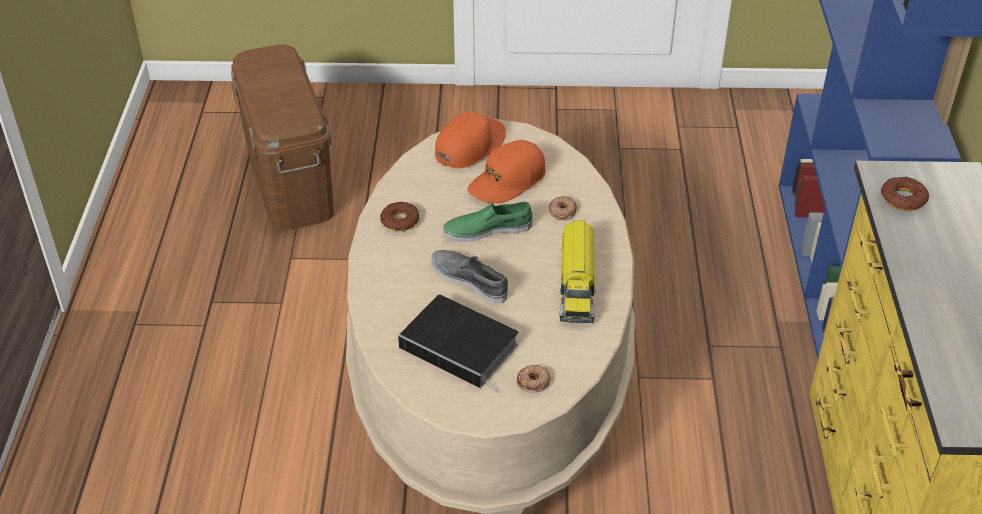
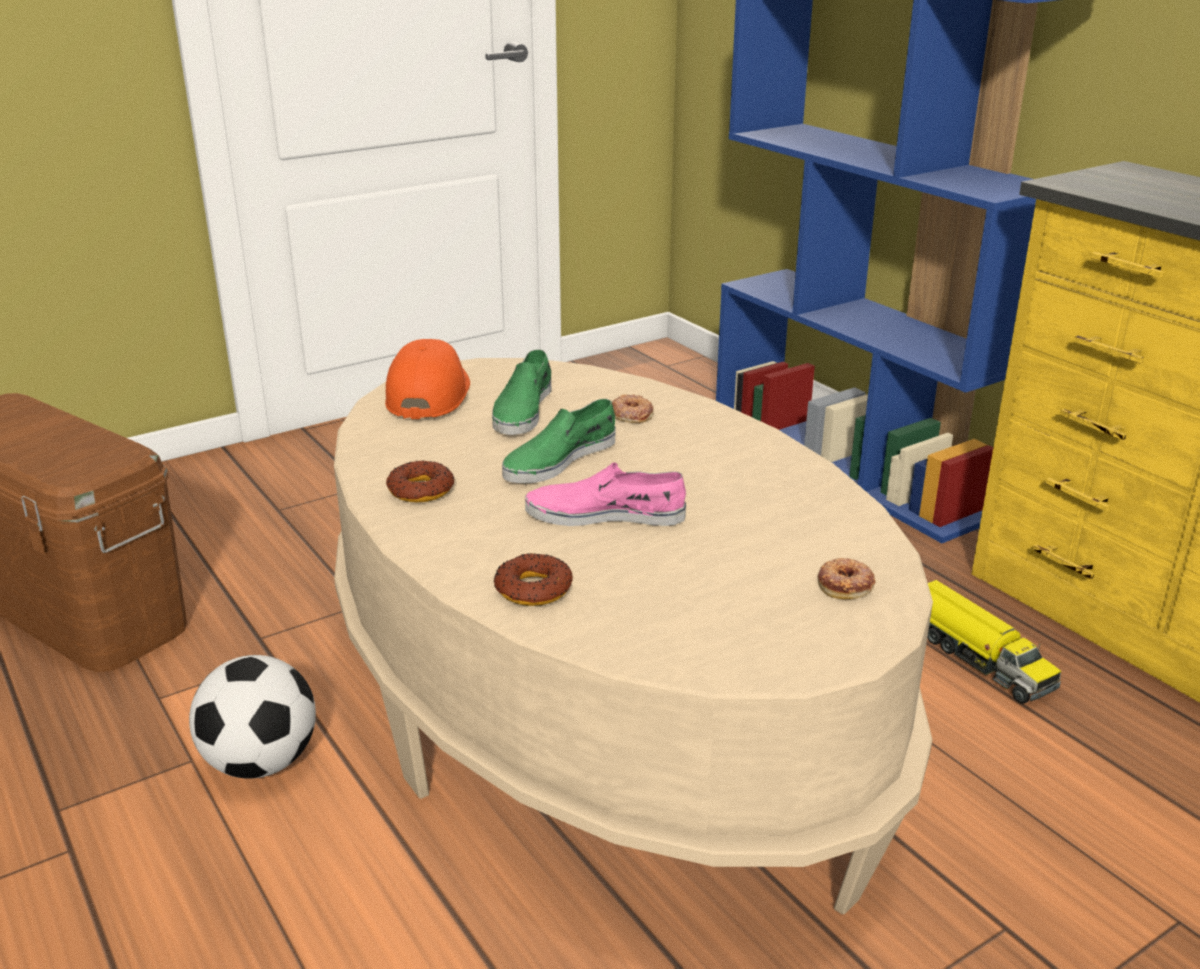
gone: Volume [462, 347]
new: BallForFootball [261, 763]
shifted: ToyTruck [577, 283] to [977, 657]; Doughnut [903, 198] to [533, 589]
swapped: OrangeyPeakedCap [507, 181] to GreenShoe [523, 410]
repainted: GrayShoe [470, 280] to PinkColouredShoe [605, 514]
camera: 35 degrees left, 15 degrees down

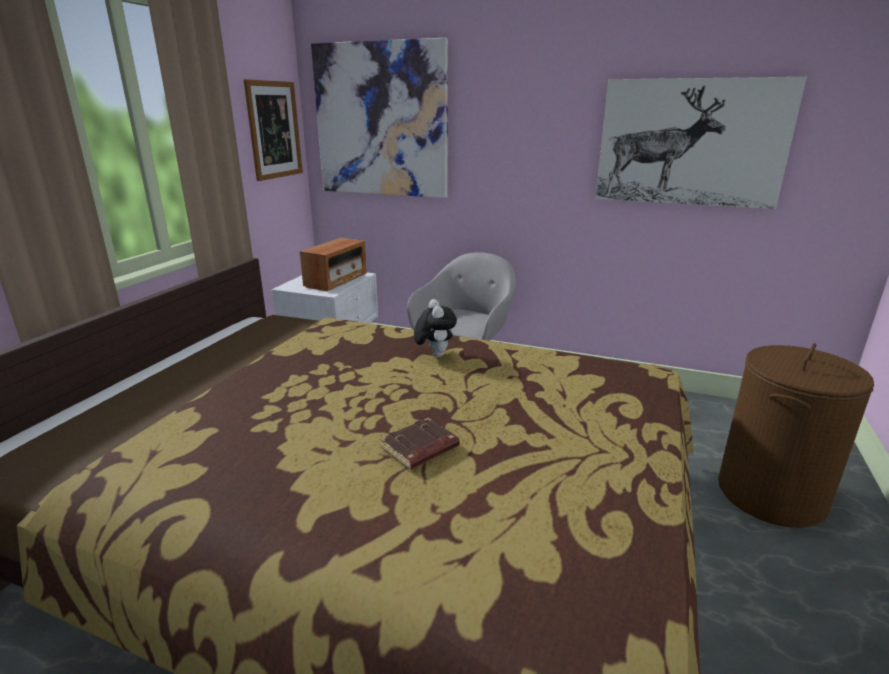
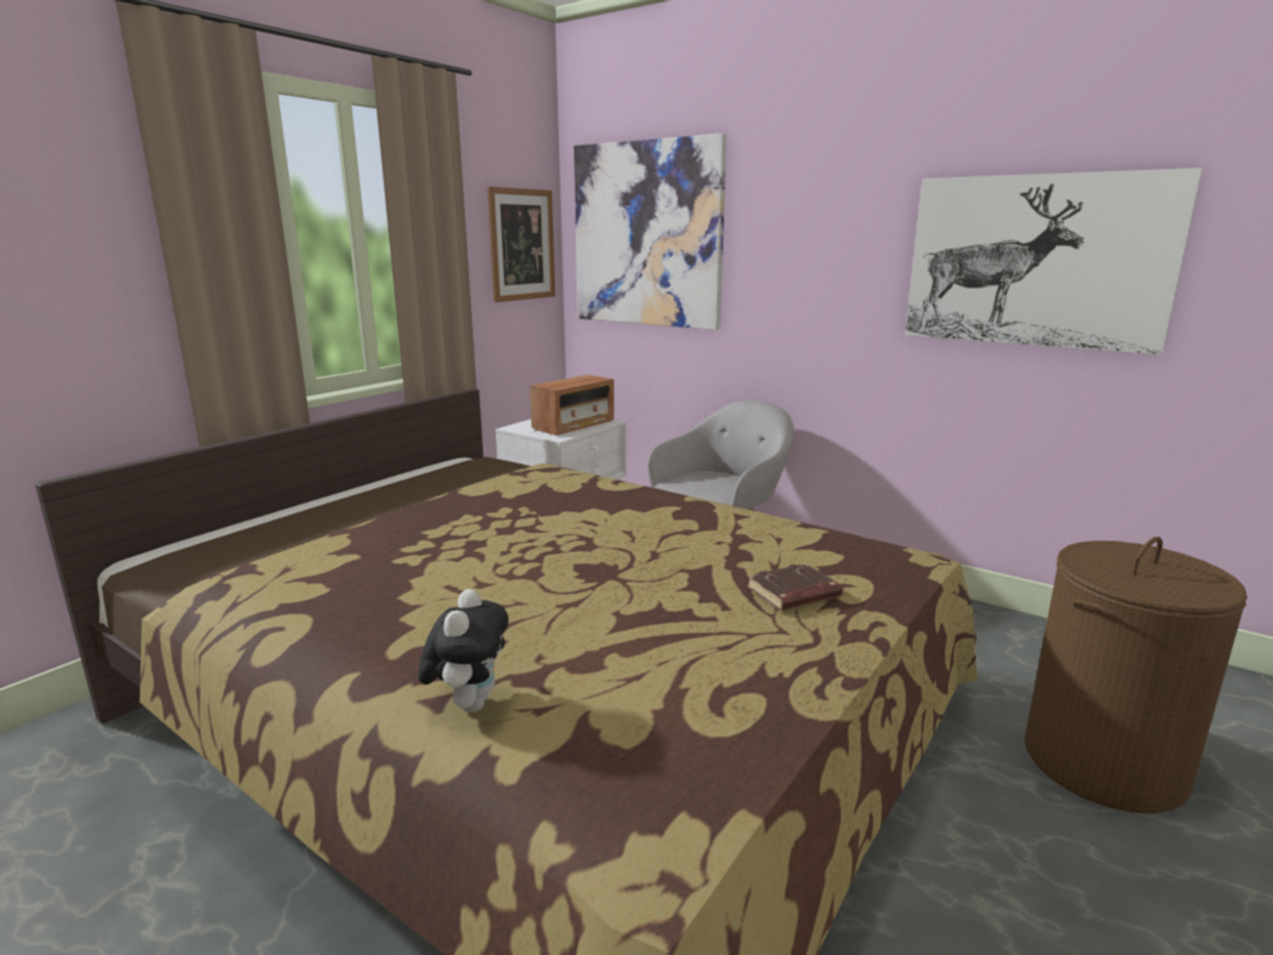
shifted: BrownishVolume [420, 449] to [793, 594]; SoftToy [434, 354] to [469, 703]
camera: 15 degrees right, 5 degrees down

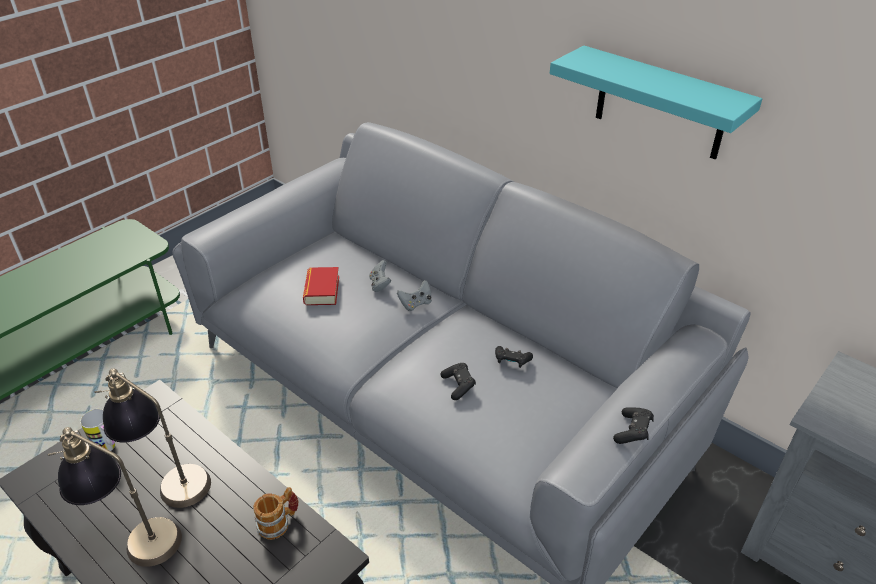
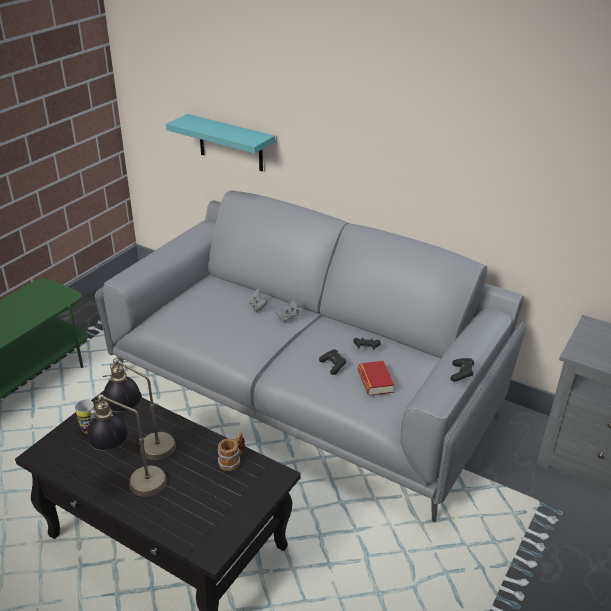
shifted: Volume [322, 290] to [375, 381]; TurquoiseColouredShelf [660, 104] to [230, 143]
camera: 10 degrees left, 5 degrees down

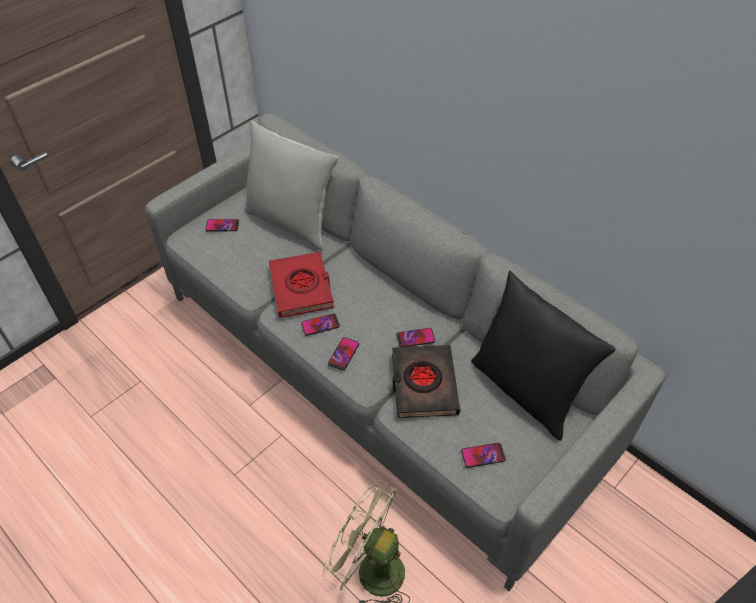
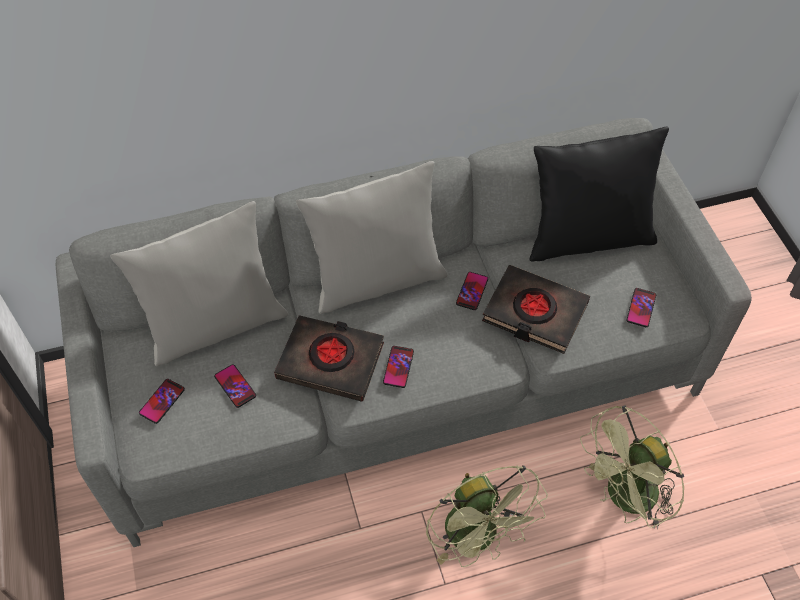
new: GrayPillow [377, 280]; GreenCoolingFan [478, 537]
shifted: Phone [343, 354] to [235, 386]
repainted: RedVolume [301, 288] to BlackColouredVolume [331, 361]
camera: 60 degrees left, 5 degrees up

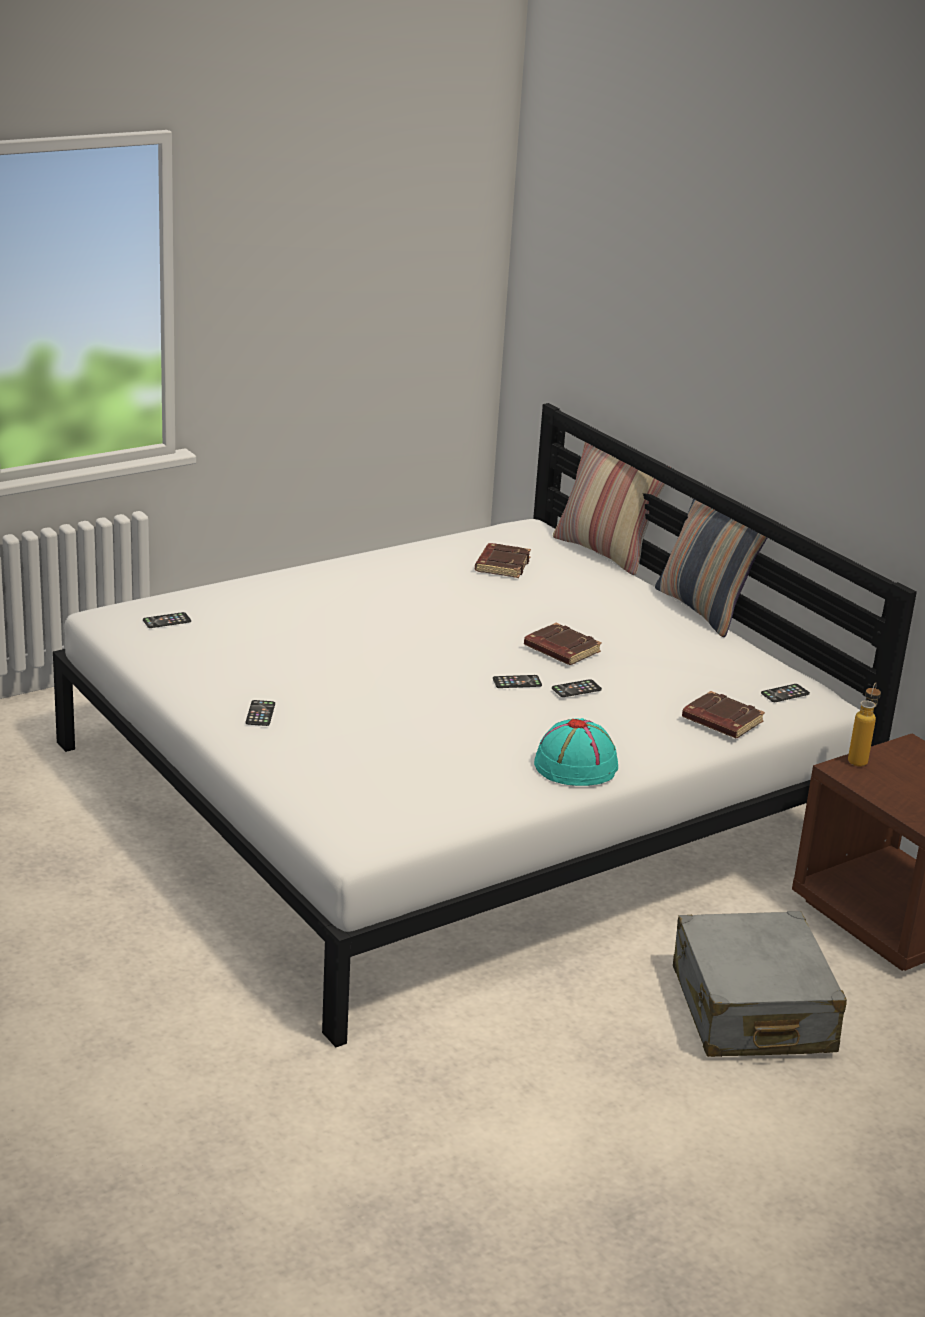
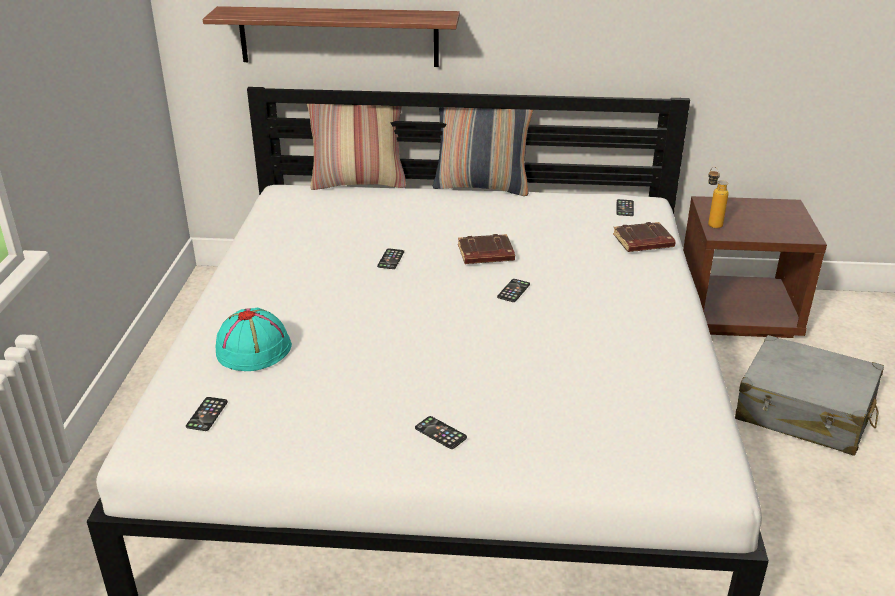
gone: BrownishVolume [501, 565]
new: Shelf [338, 36]
shifted: TurquoiseColouredHat [576, 766] to [254, 349]; Phone [576, 689] to [391, 259]
camera: 50 degrees left, 5 degrees up

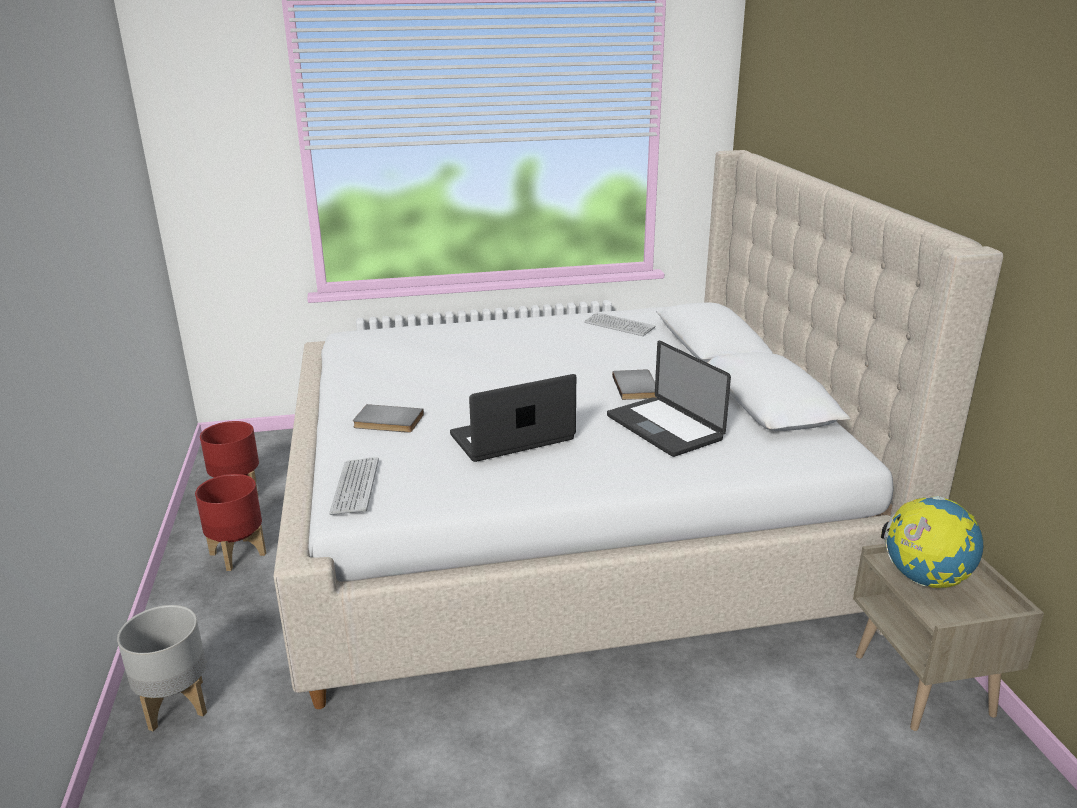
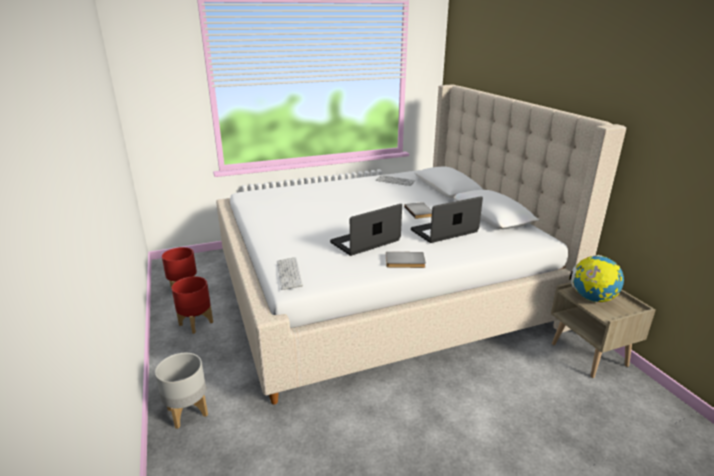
shifted: GrayVolume [387, 422] to [405, 262]
rotated: Laptop [664, 428] = [444, 231] 105 degrees clockwise
camera: 10 degrees left, 0 degrees up

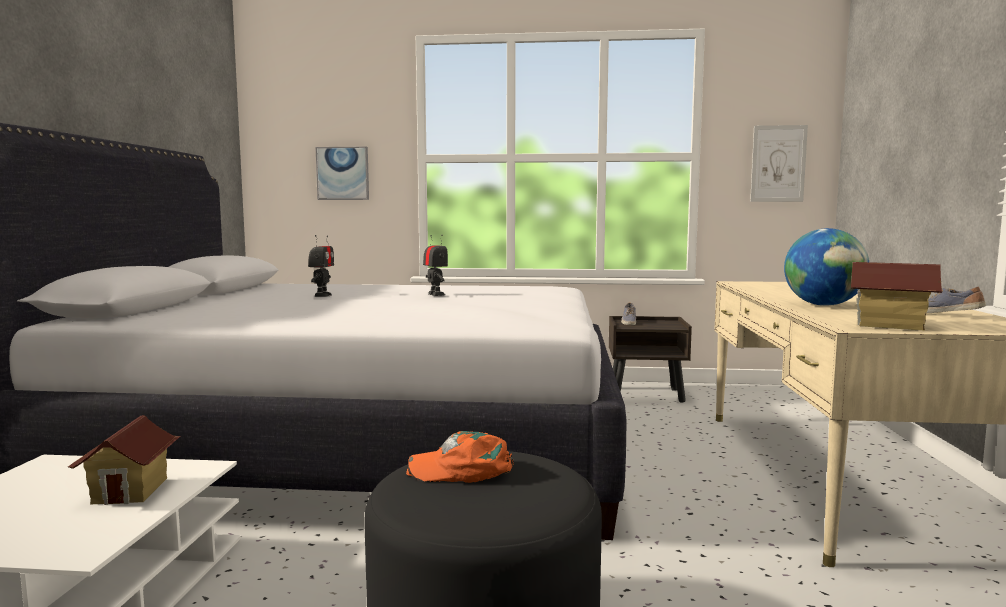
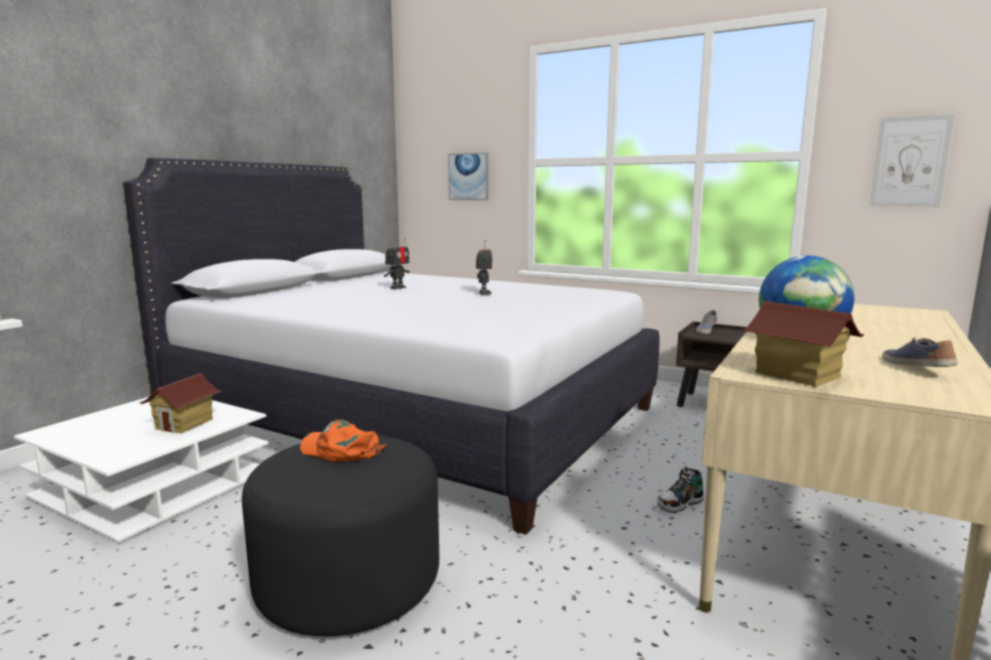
new: Shoe [680, 504]
camera: 25 degrees right, 5 degrees up

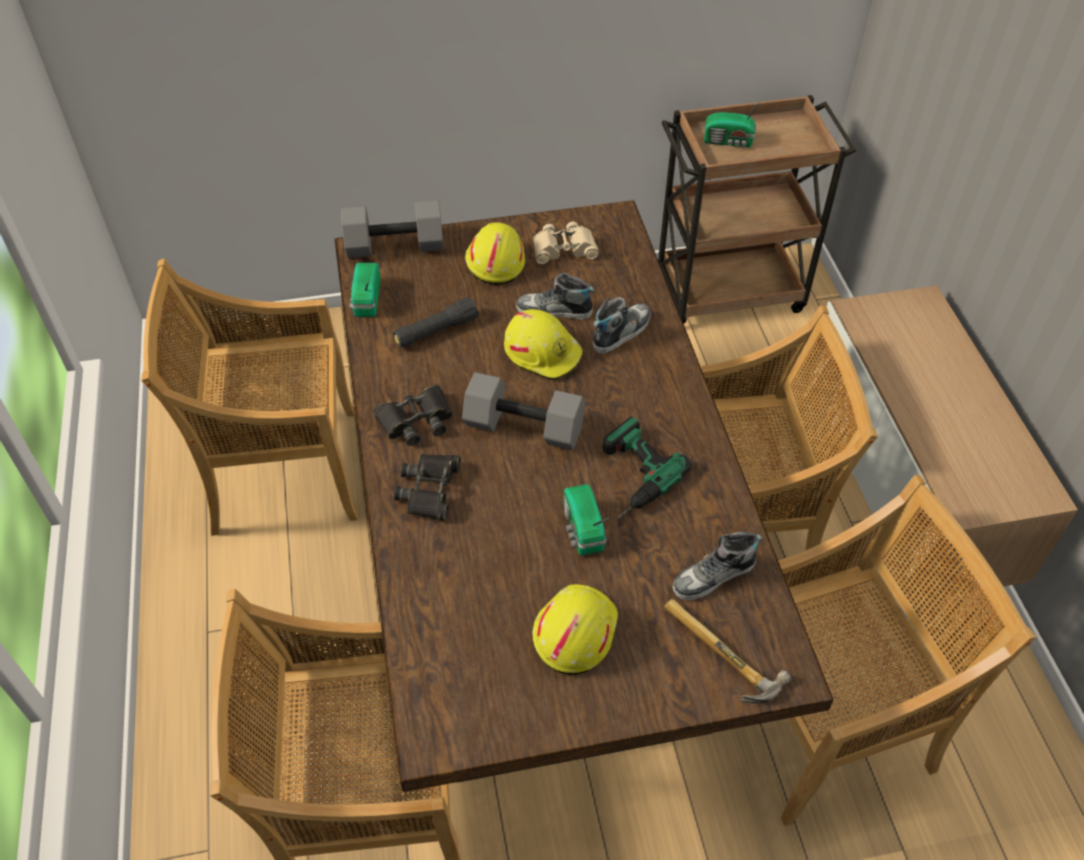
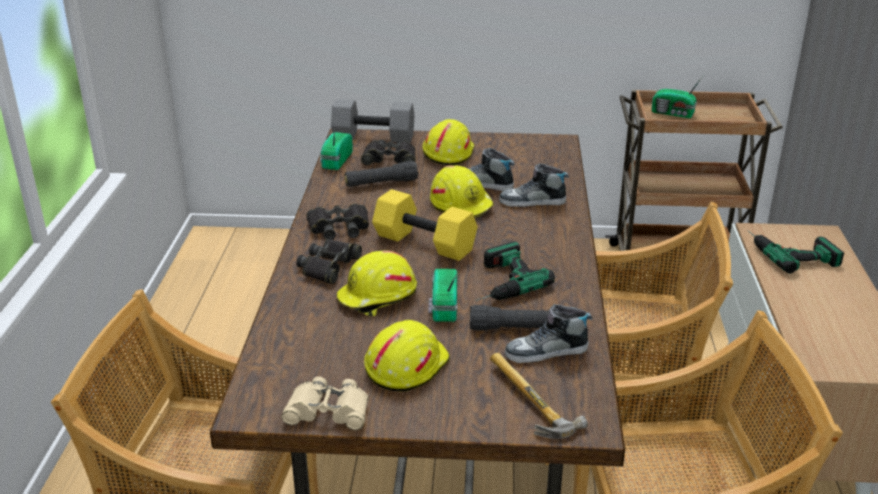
gone: SandColouredUprightChair [281, 470]
new: YellowColouredHardHat [377, 297]; BlackColouredPairOfBinoculars [389, 158]; BlackColouredFlashlight [515, 329]; PowerDrill [789, 252]
shifted: SandColouredPairOfBinoculars [564, 249] to [328, 411]
repainted: GrayDumbbell [522, 428] to YellowColouredDumbbell [423, 243]
rotated: Shoe [621, 332] = [532, 202] 150 degrees counterclockwise
camera: 15 degrees right, 20 degrees down

